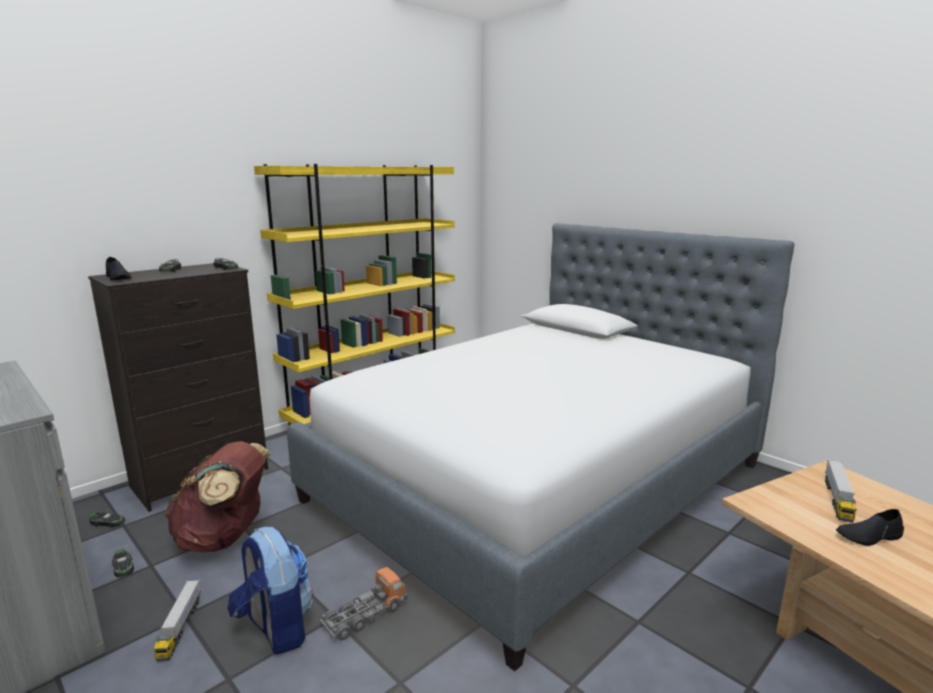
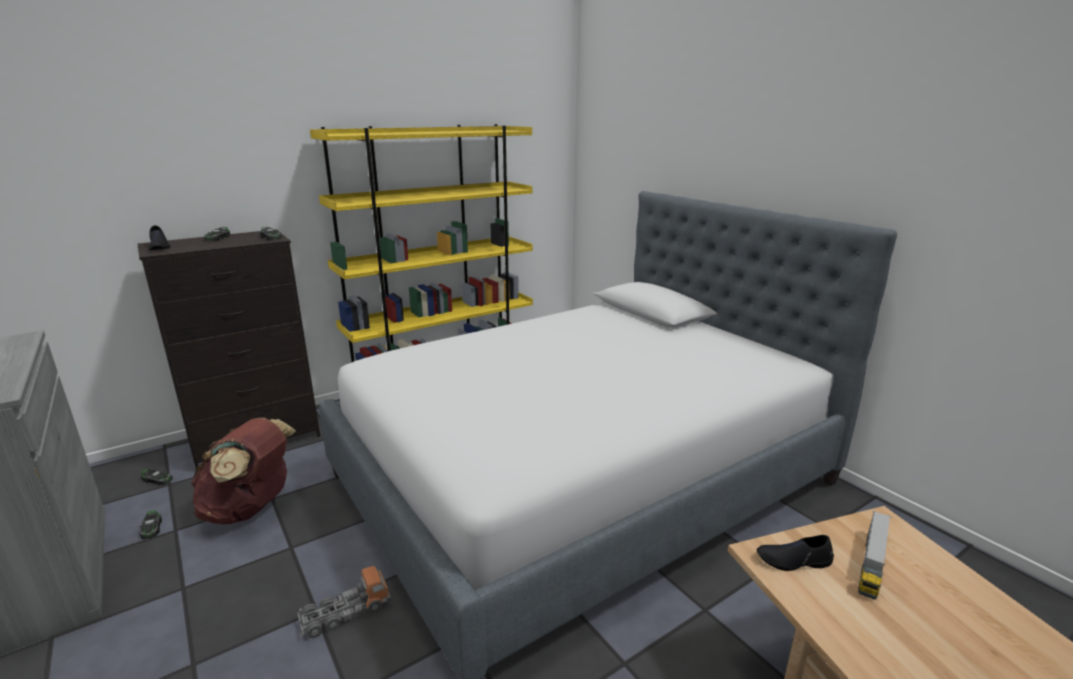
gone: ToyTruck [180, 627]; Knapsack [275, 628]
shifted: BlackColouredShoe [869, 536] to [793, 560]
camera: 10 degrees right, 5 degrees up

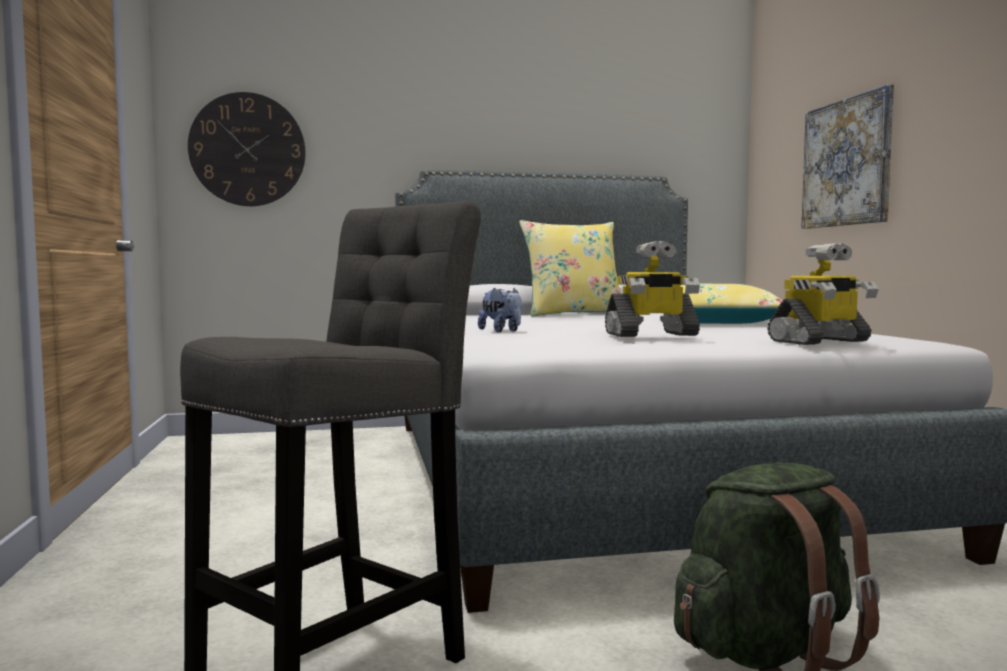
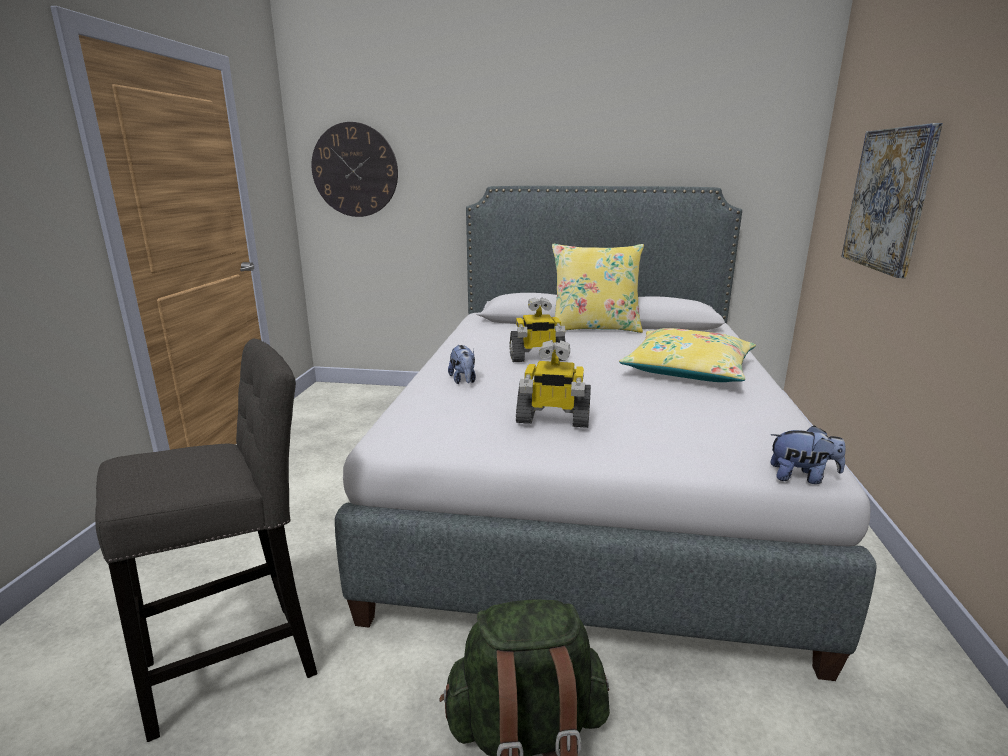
new: SoftToy [801, 477]
shifted: ToyRobot [819, 341] to [537, 358]
camera: 20 degrees right, 15 degrees up

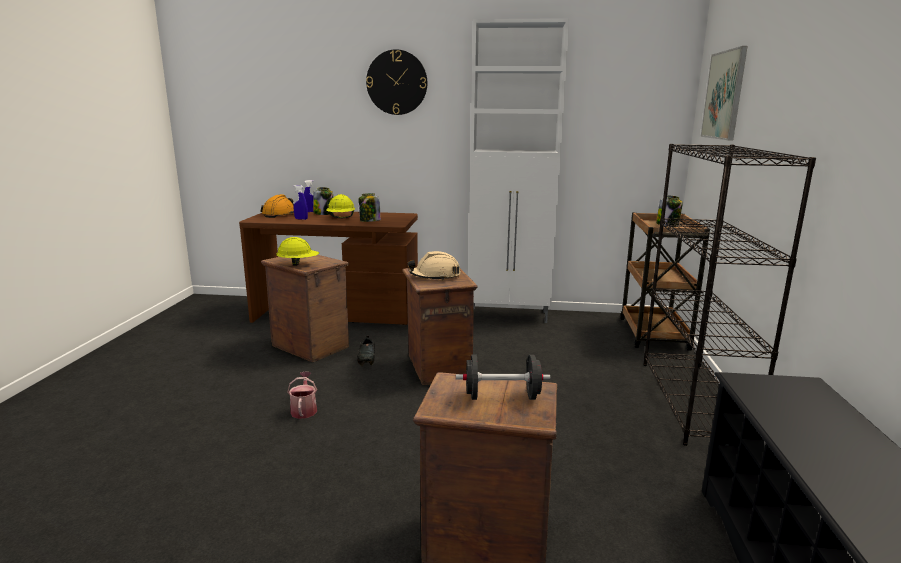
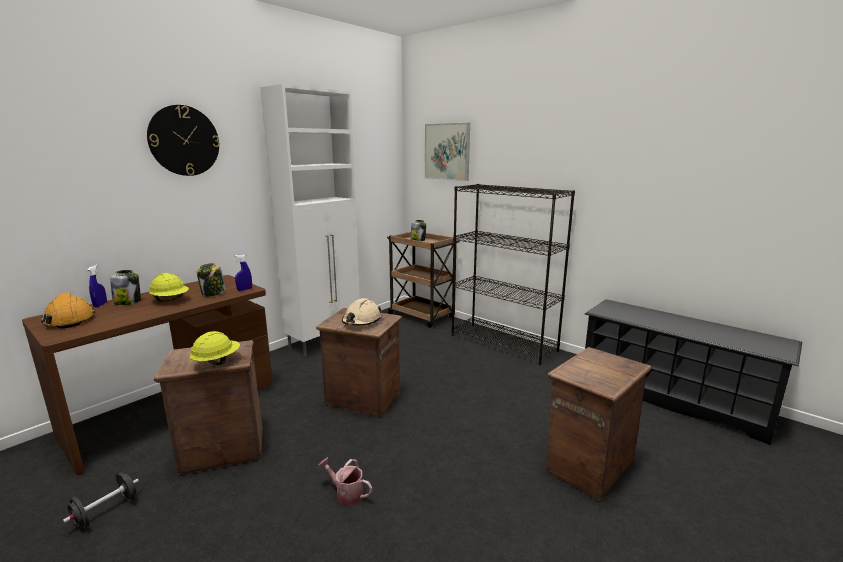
gone: BlackColouredShoe [367, 357]
shifted: BlueColouredSprayBottle [301, 219] to [244, 289]; BlackColouredDumbbell [502, 397] to [106, 512]
camera: 55 degrees left, 0 degrees up

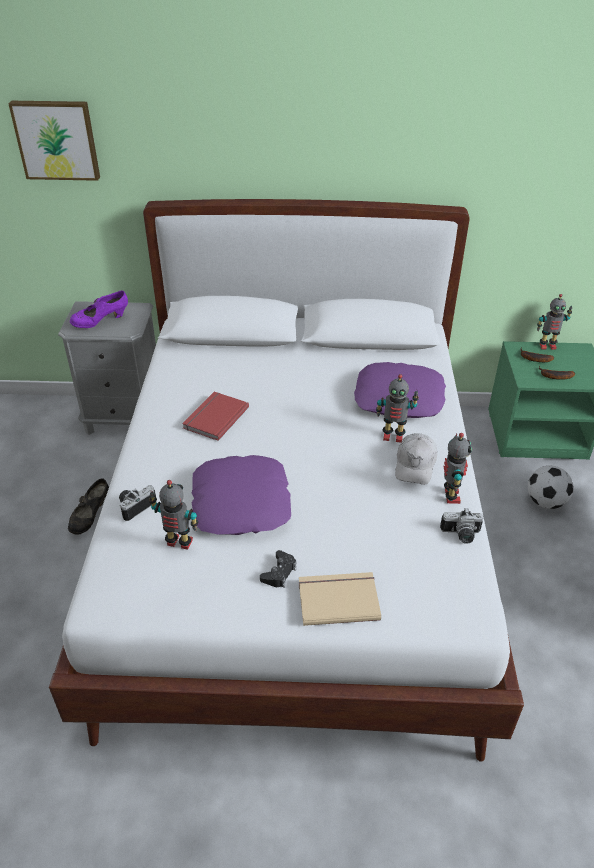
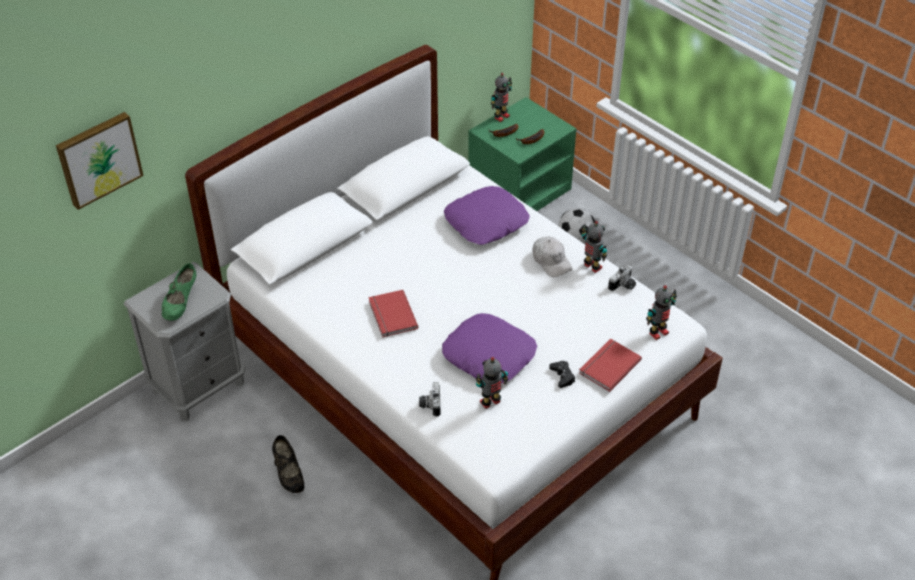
shifted: ToyRobot [393, 436] to [657, 332]
repainted: PurplishShoe [101, 322] to GreenShoe [181, 303]; SandColouredVolume [337, 598] to RedVolume [608, 366]
camera: 45 degrees left, 5 degrees up

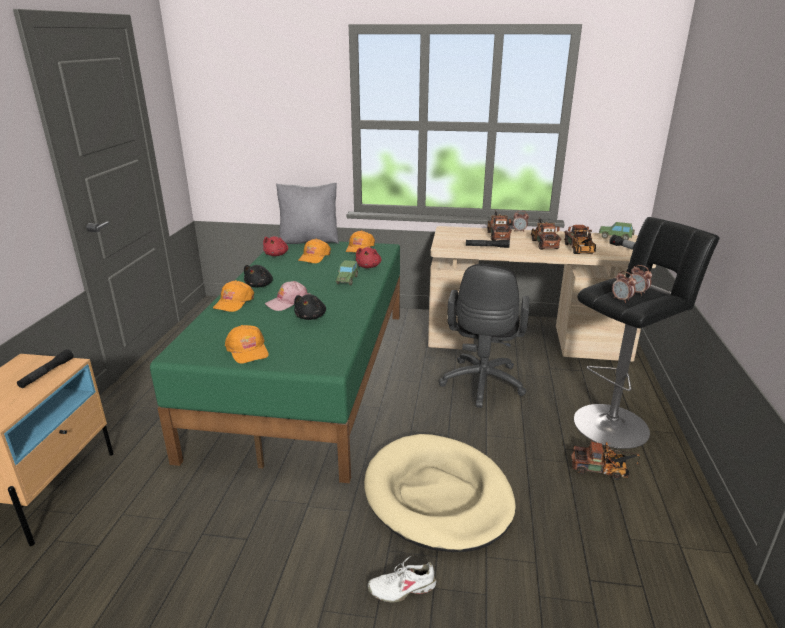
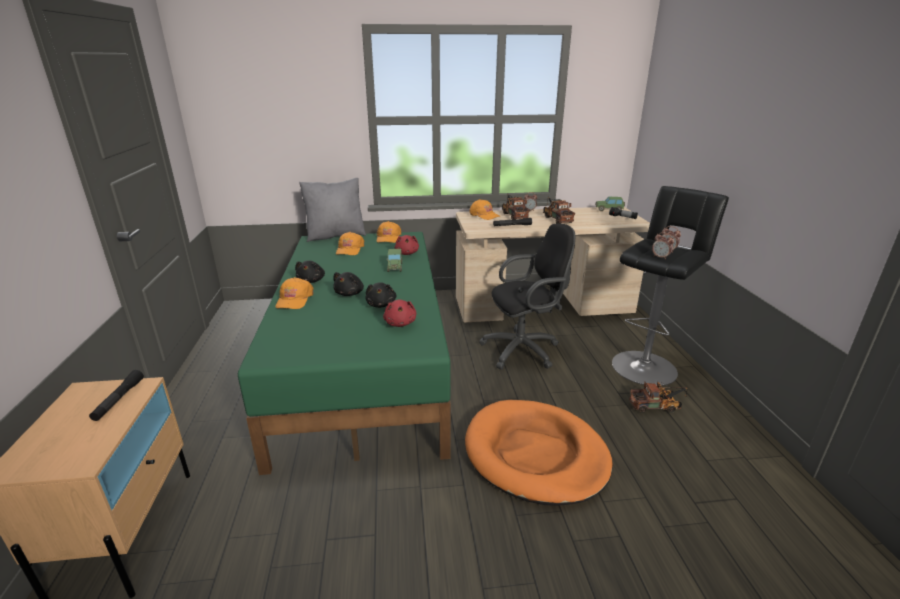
gone: WhiteColouredShoe [402, 588]; ToyTruck [579, 250]
shifted: OrangeyPeakedCap [248, 350] to [484, 215]; RedSoftToy [276, 255] to [400, 323]
swapped: PinkColouredPeakedCap [288, 302] to BlackColouredSoftToy [350, 293]
repainted: SandColouredPetBed [438, 496] to OrangeyPetBed [535, 455]
rotated: BlackColouredOfficeChair [481, 385] = [524, 350] 105 degrees counterclockwise
camera: 15 degrees left, 0 degrees up

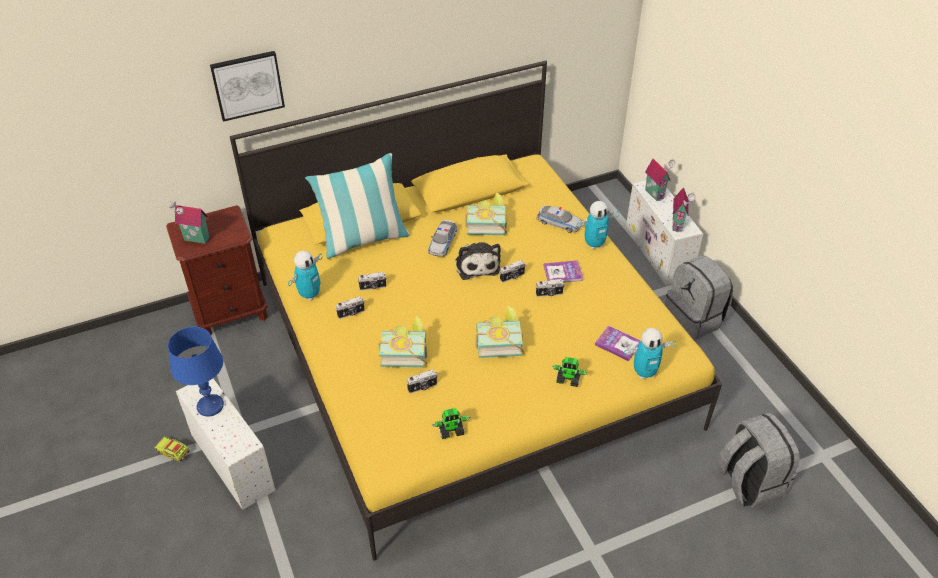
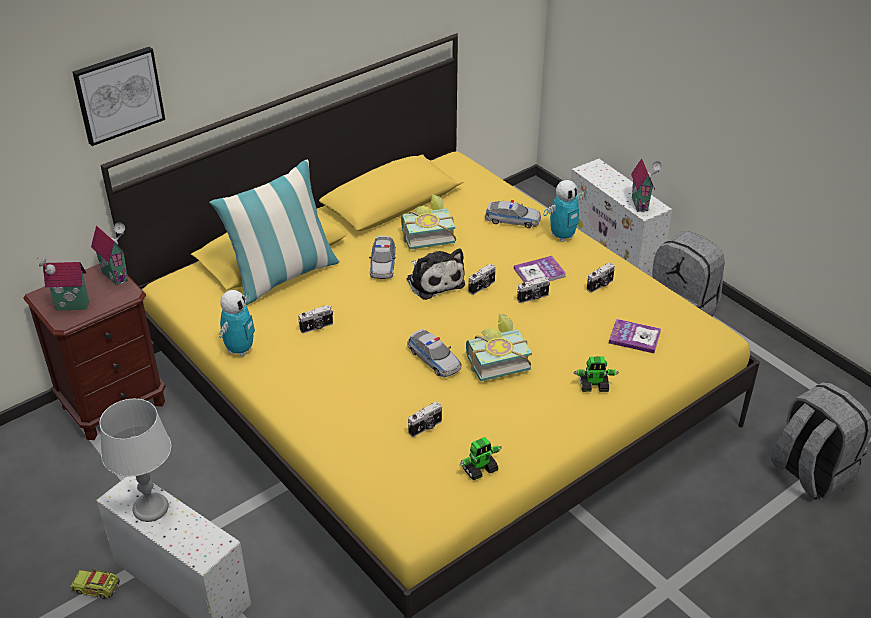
gone: Volume [404, 351]; ToyRobot [644, 373]
new: ToyCar [434, 359]
shifted: StillCamera [351, 313] to [600, 285]; ToyHouse [655, 193] to [117, 275]
repainted: BlueColouredTableLamp [211, 406] to GrayTableLamp [151, 508]
camera: 15 degrees left, 5 degrees down

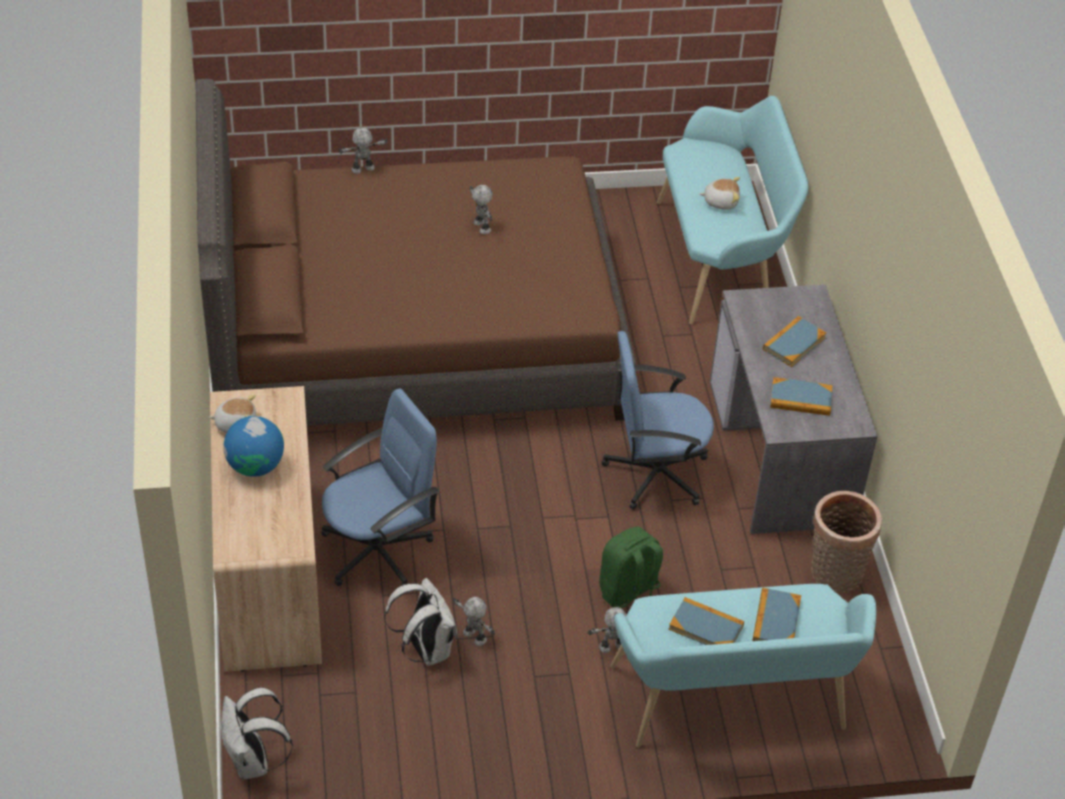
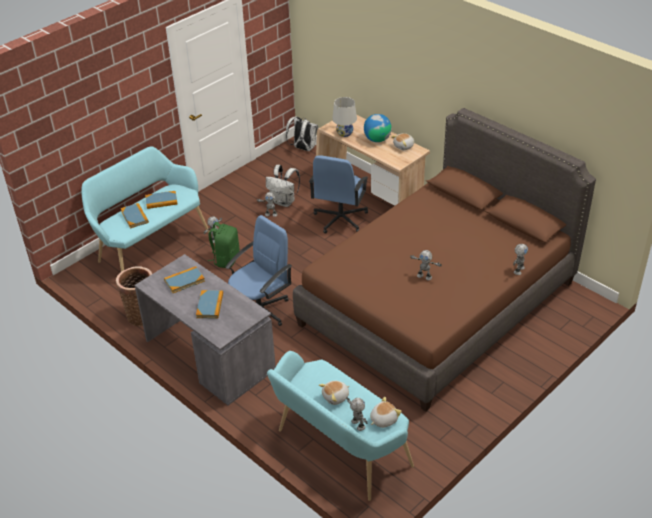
new: WhiteColouredTableLamp [344, 133]; ToyRobot [357, 425]; SoftToy [383, 419]
camera: 145 degrees right, 5 degrees down

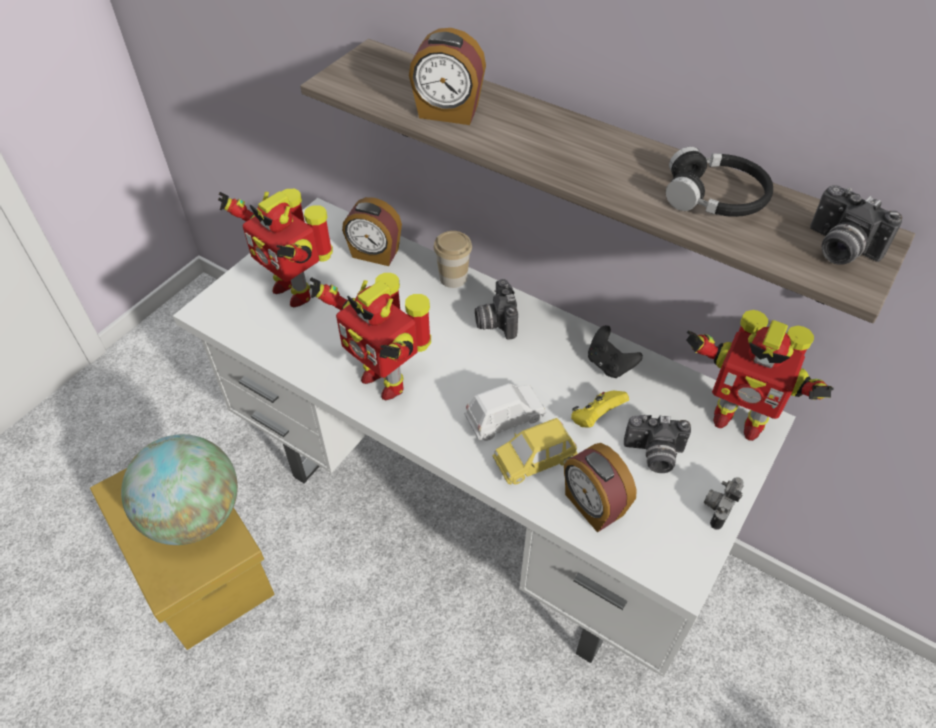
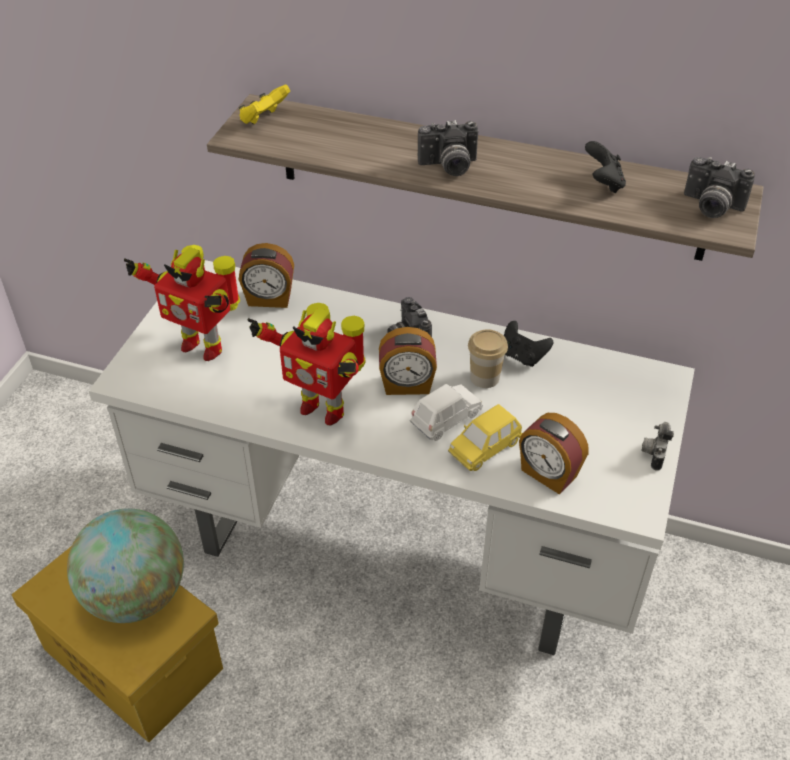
gone: ToyRobot [736, 419]
shifted: BedsideClock [448, 113] to [407, 385]; DrinkingCup [453, 278] to [484, 377]; YellowColouredGameController [595, 418] to [264, 119]; StillCamera [653, 455] to [448, 167]
swapped: BlackColouredPairOfHeadphones [715, 197] to BlackColouredGameController [603, 183]
camera: 15 degrees left, 5 degrees down

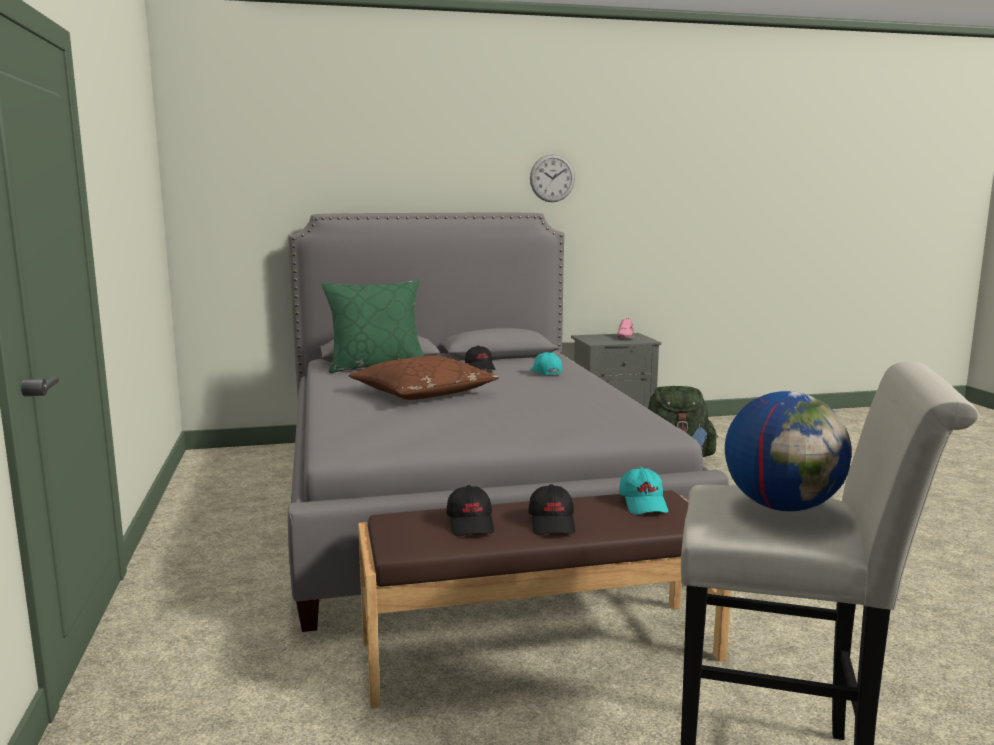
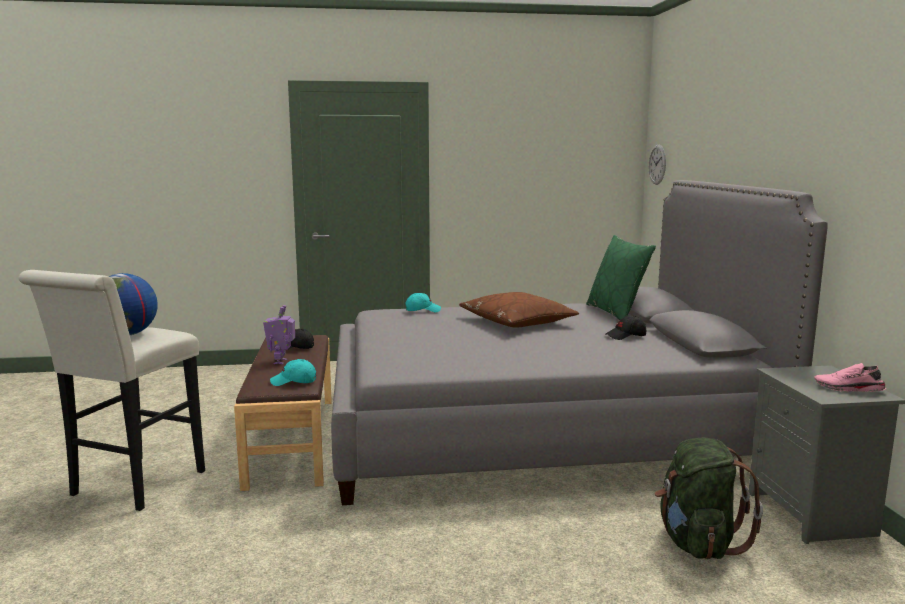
shifted: HangingClock [552, 178] to [657, 164]; TurquoiseColouredPeakedCap [545, 372] to [422, 310]
swapped: BlackColouredPeakedCap [552, 523] to ToyRobot [281, 361]
camera: 95 degrees right, 0 degrees up

